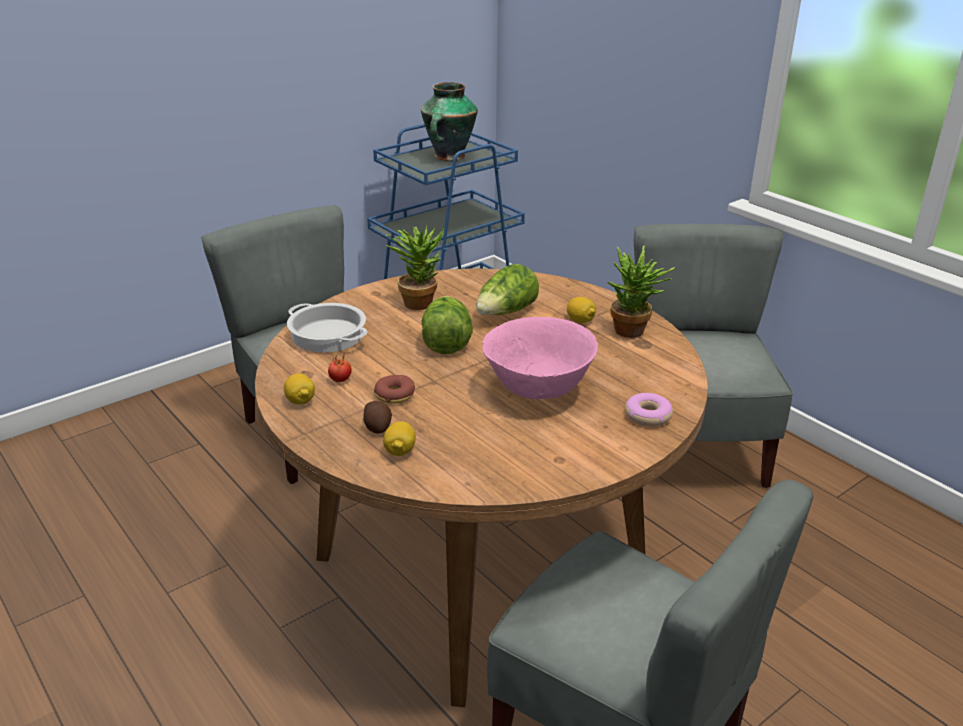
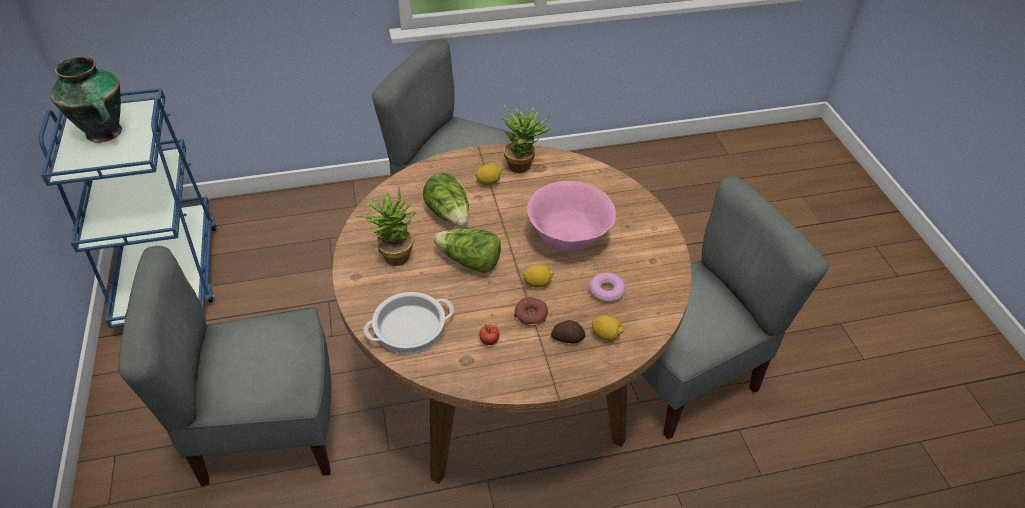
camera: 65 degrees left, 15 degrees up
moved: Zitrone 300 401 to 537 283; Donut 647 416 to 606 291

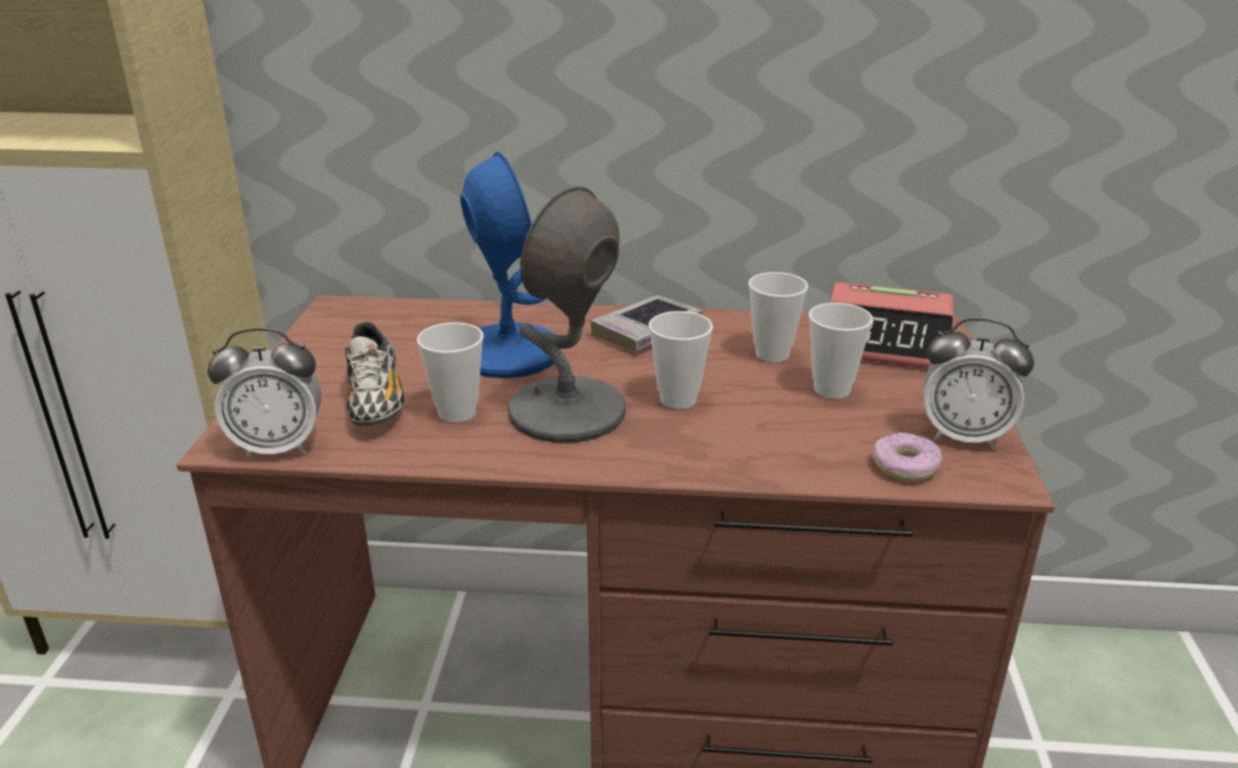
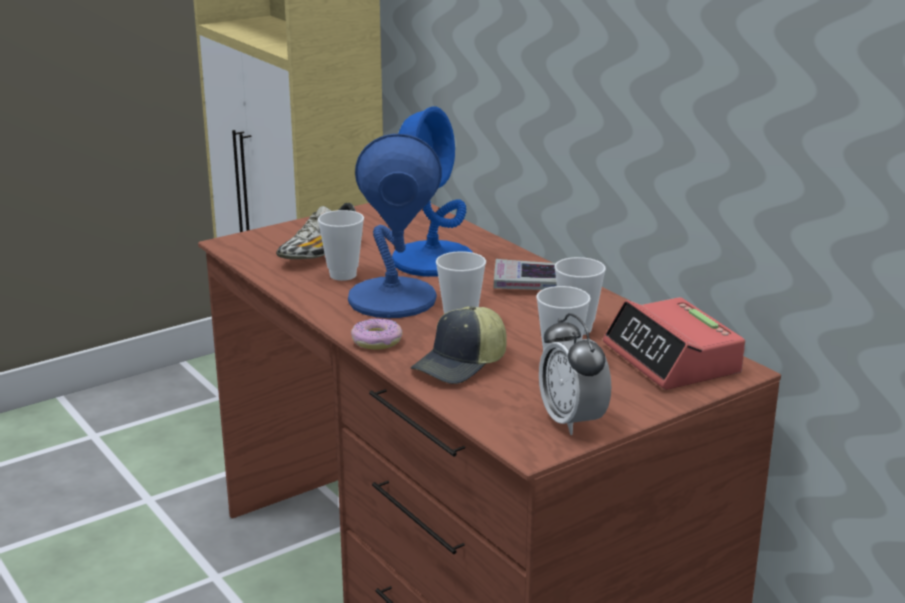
camera: 50 degrees right, 5 degrees down
removed: Wecker 278 447
added: Kappe 461 365
moved: Donut 905 466 to 376 341
recoloured: Tischlampe (grau) 566 412 to Tischlampe (blau) 391 299

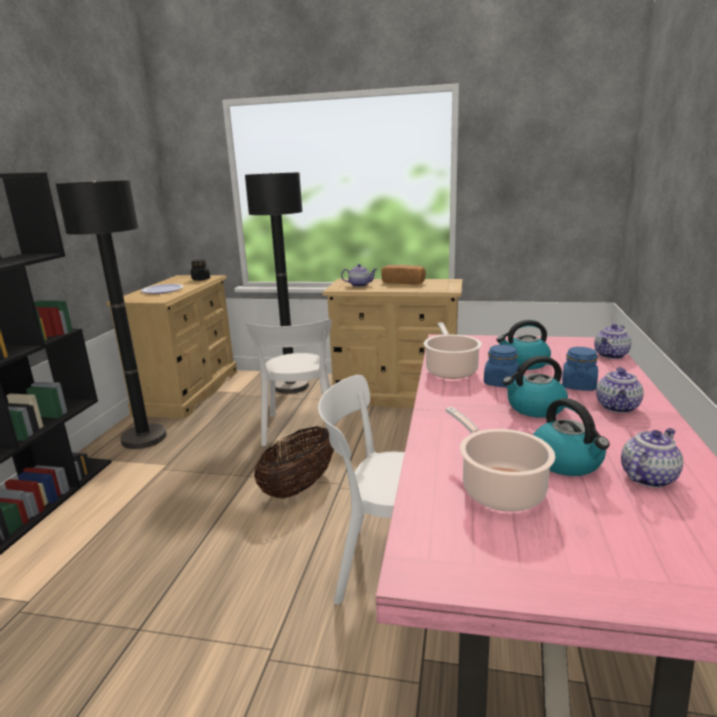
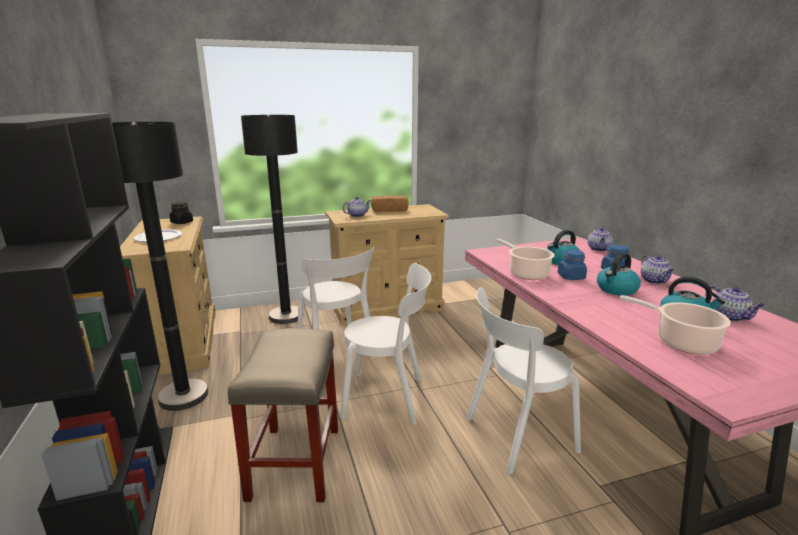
camera: 30 degrees left, 0 degrees up
added: Hocker (beige) 295 461
replaced: Korb 299 486 to Stuhl (weiß) 388 398
turned: Teekanne 648 477 = 730 317 135 degrees clockwise

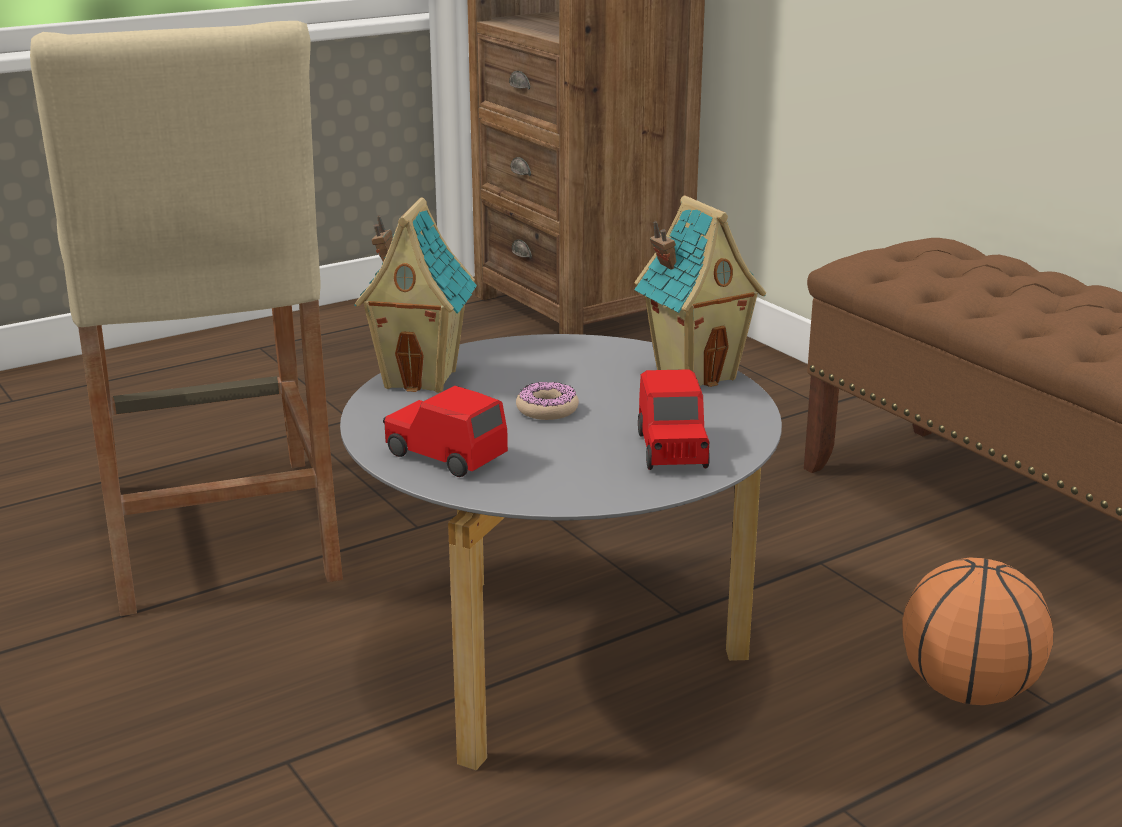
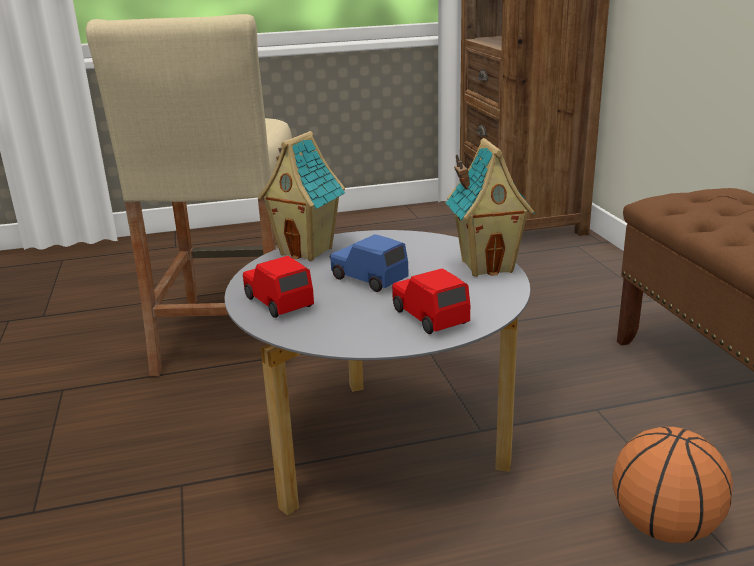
camera: 20 degrees right, 0 degrees up
replaced: Donut 547 409 to Spielzeugauto (blau) 368 279
turned: Spielzeugauto (rot) 672 450 = 429 317 135 degrees clockwise

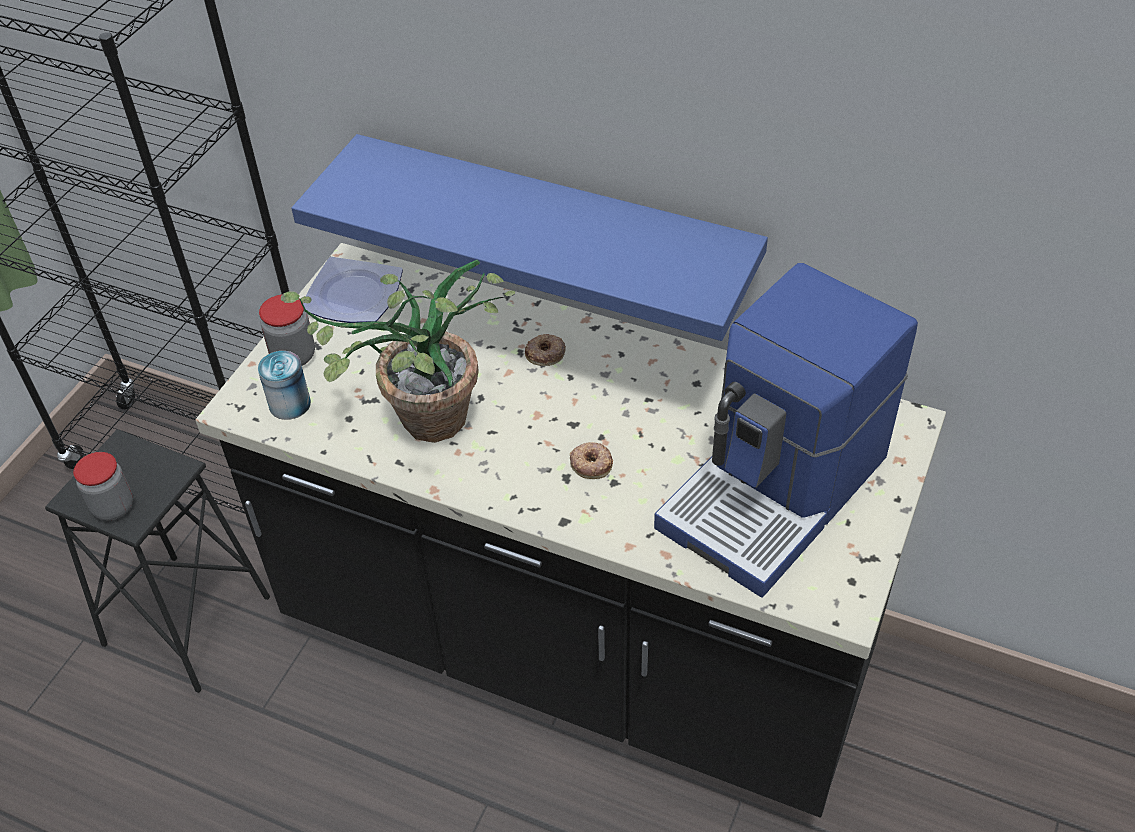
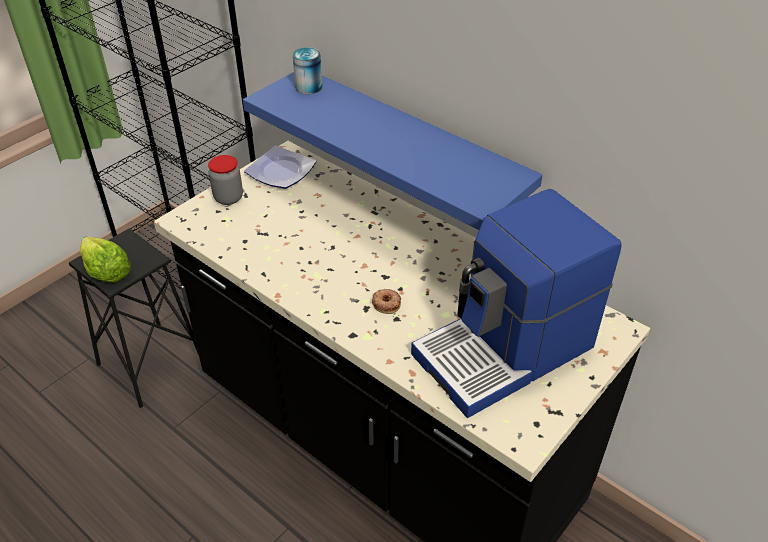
camera: 15 degrees right, 5 degrees down
removed: Topfpflanze 418 427; Donut 545 353
moved: Dose 290 404 to 308 87
replaced: Vorratsglas 113 507 to Salatkopf 106 271

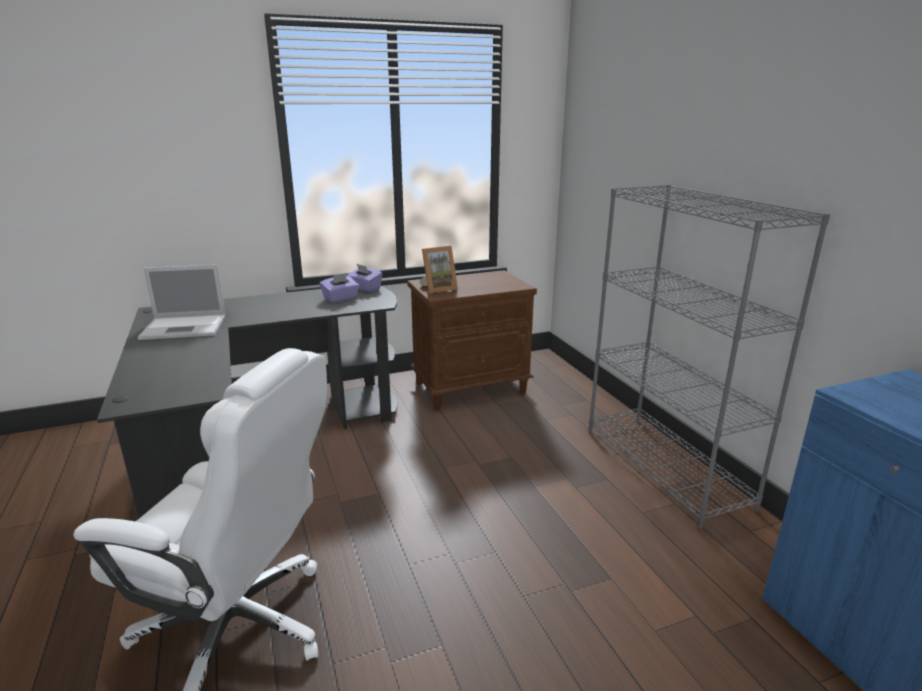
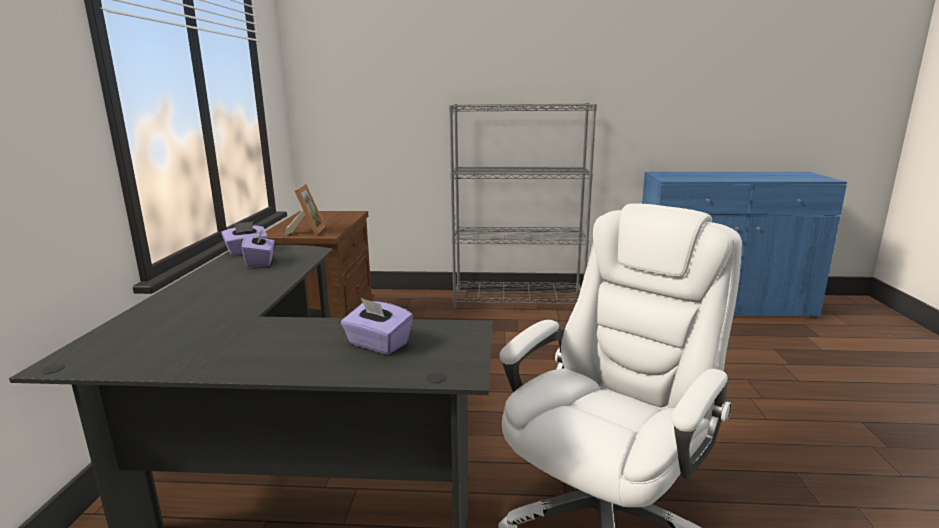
camera: 65 degrees left, 5 degrees down
removed: Laptop 186 327
added: Taschentuchbox (lila) 378 344

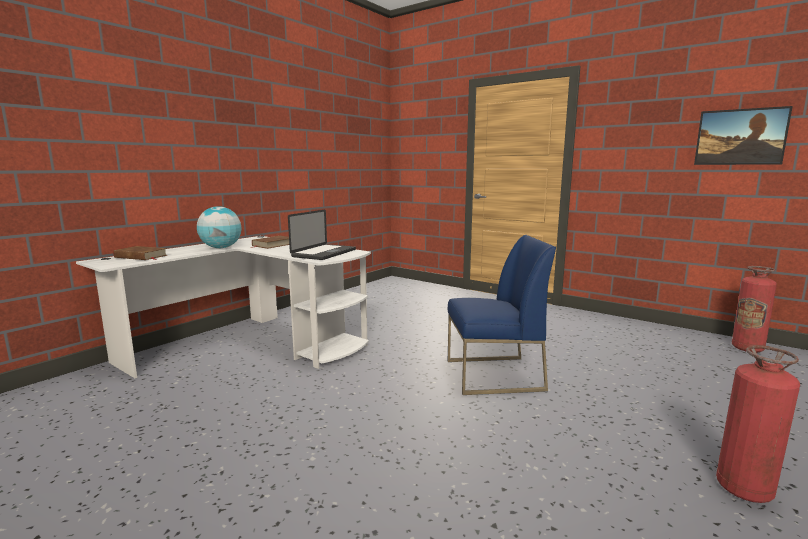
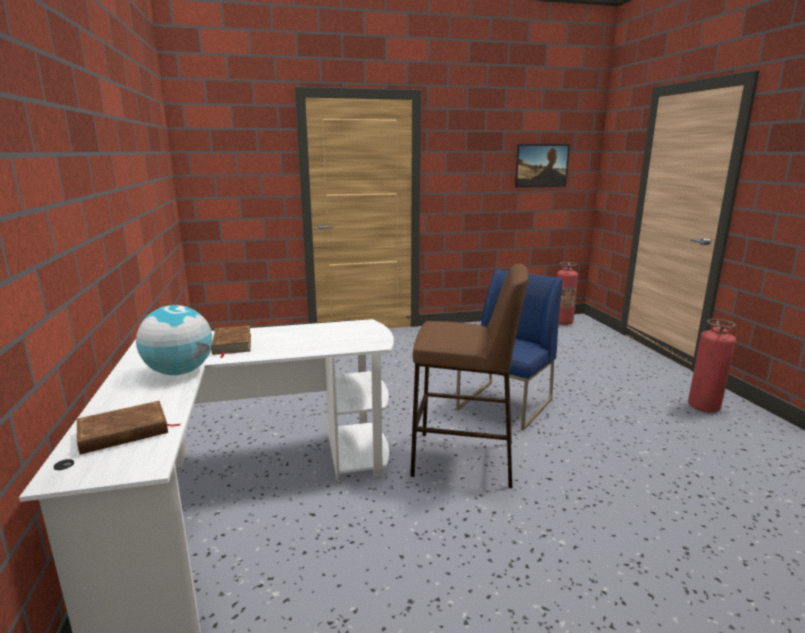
camera: 50 degrees left, 5 degrees up
removed: Laptop 324 253
added: Hocker (braun) 464 458

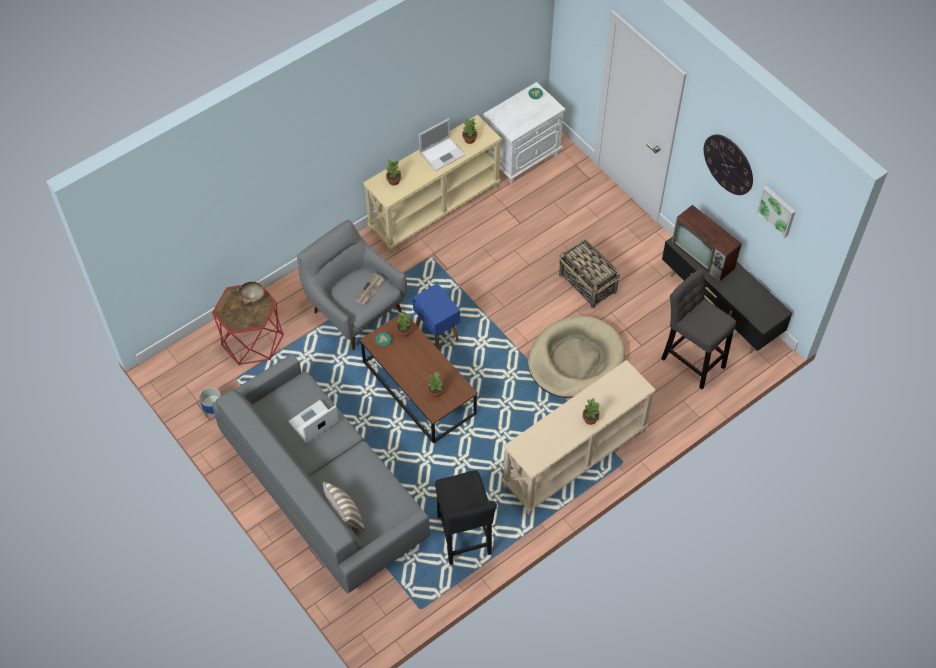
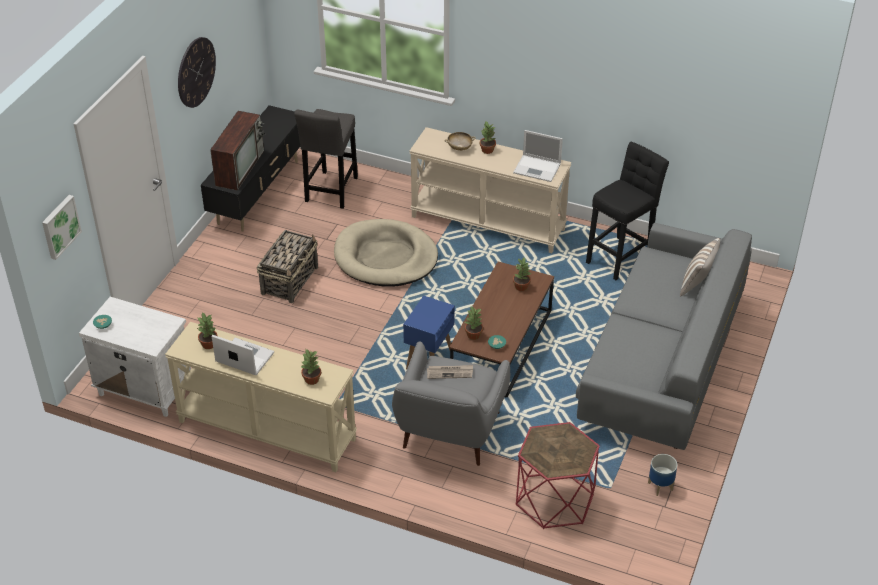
camera: 120 degrees left, 15 degrees down
moved: Bild 777 210 to 59 226; Schüssel (beige) 252 296 to 459 147; Laptop 313 422 to 538 168

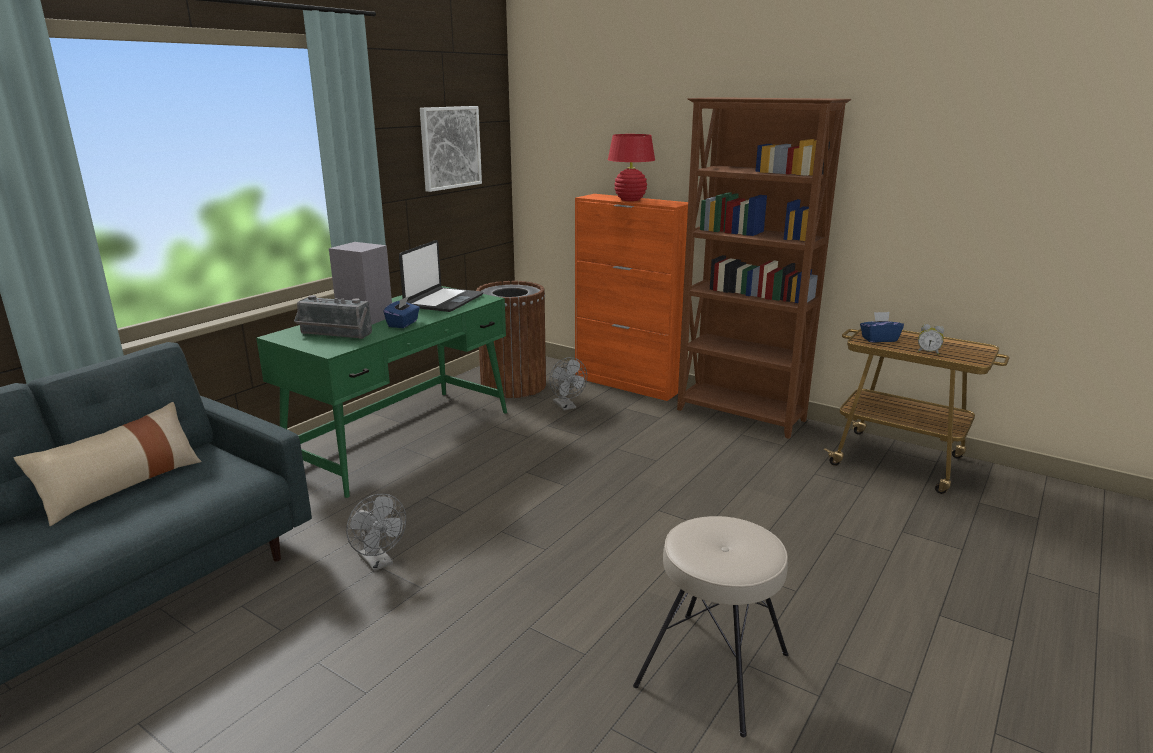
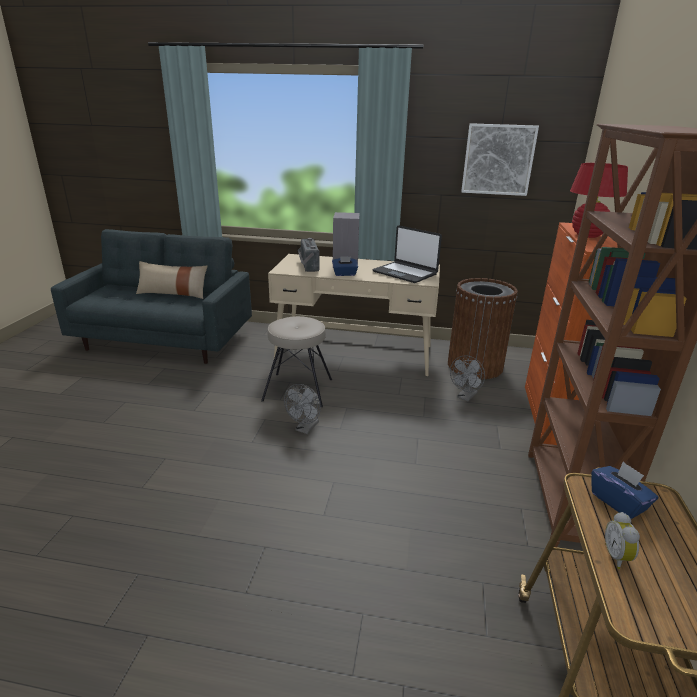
camera: 65 degrees right, 5 degrees up
moved: Hocker (beige) 714 670 to 298 390; Ventilator (grau) 379 563 to 305 429
recoloured: Schreibtisch (grün) 403 438 to Schreibtisch (beige) 354 353
turned: Laptop 443 301 = 405 273 45 degrees clockwise

